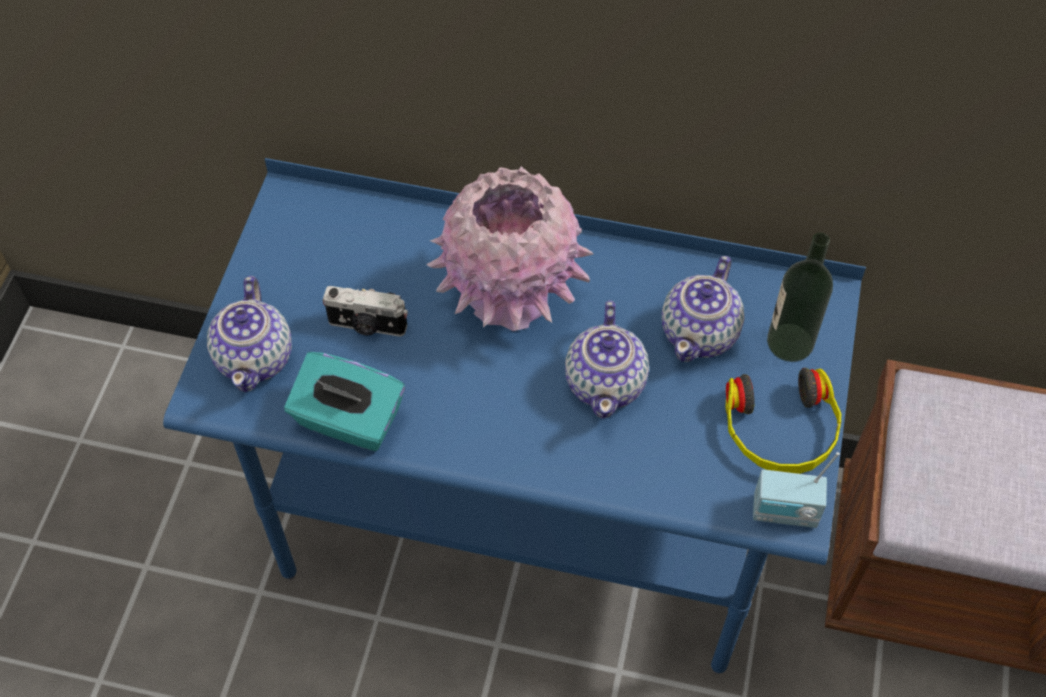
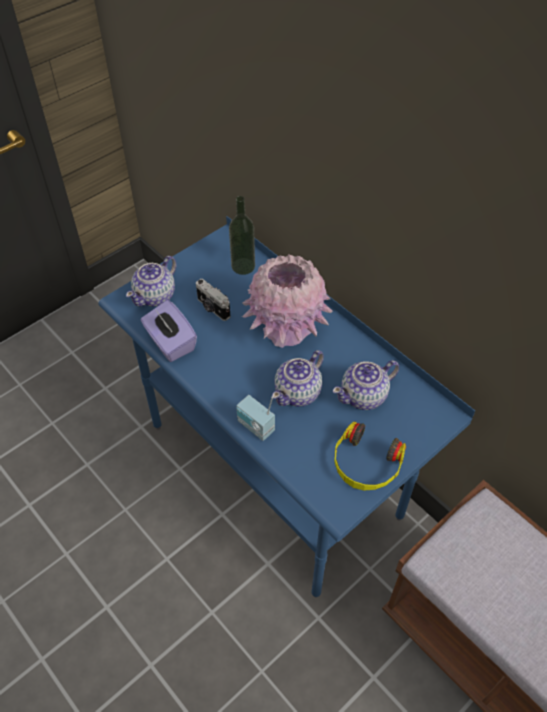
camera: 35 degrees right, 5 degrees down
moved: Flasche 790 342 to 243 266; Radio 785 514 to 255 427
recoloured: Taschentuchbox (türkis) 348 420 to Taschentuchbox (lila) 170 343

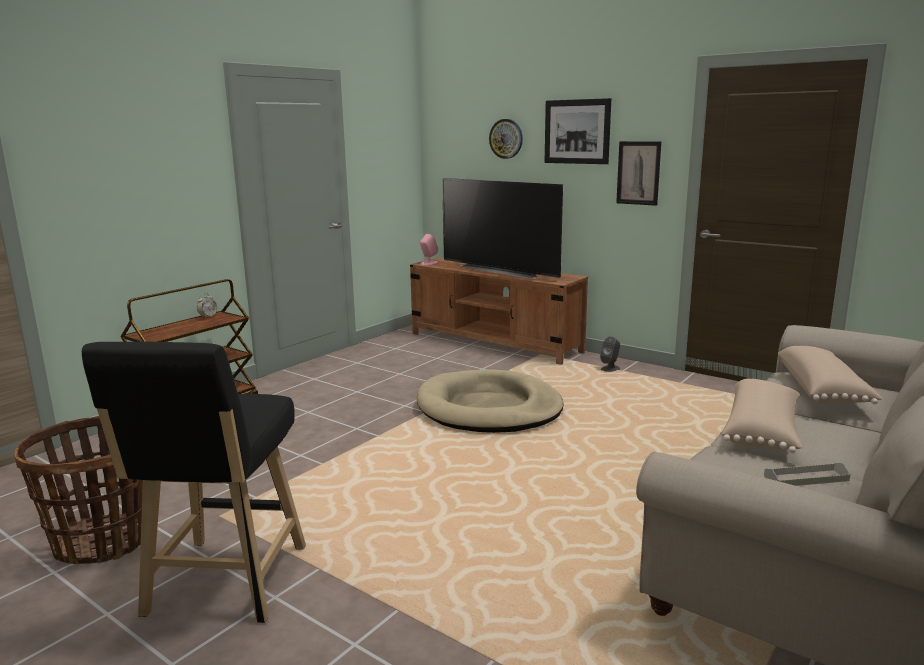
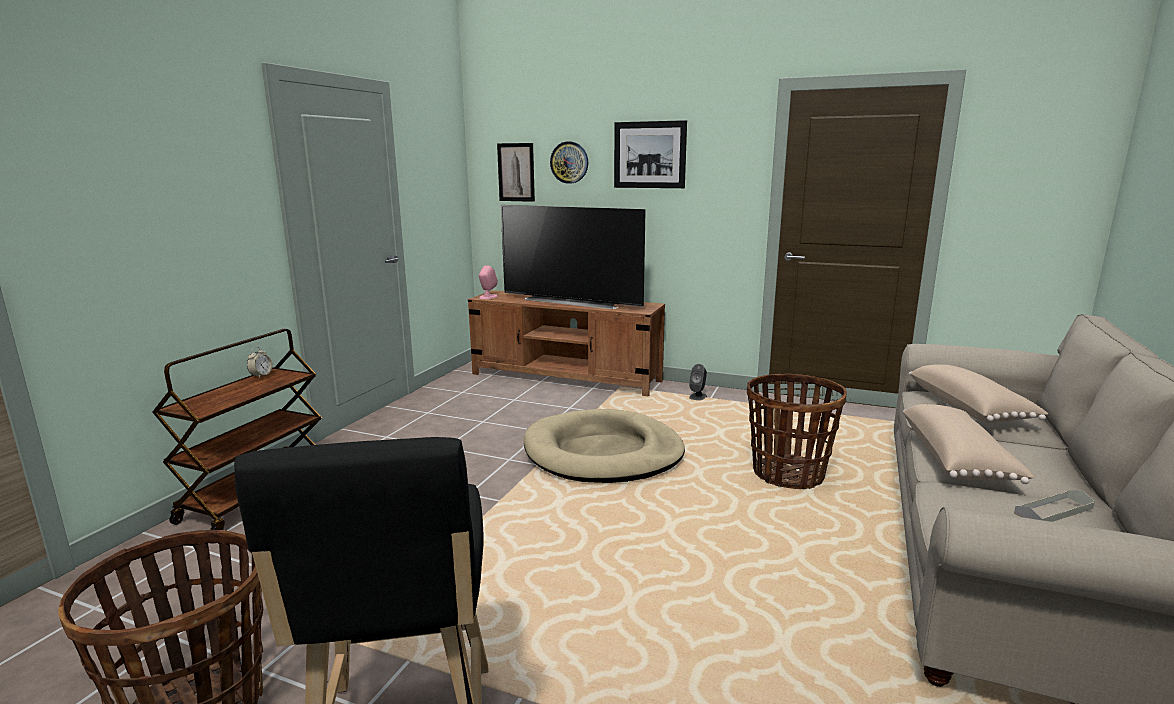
camera: 15 degrees left, 0 degrees up
added: Korb 787 473
moved: Bild 638 173 to 516 172

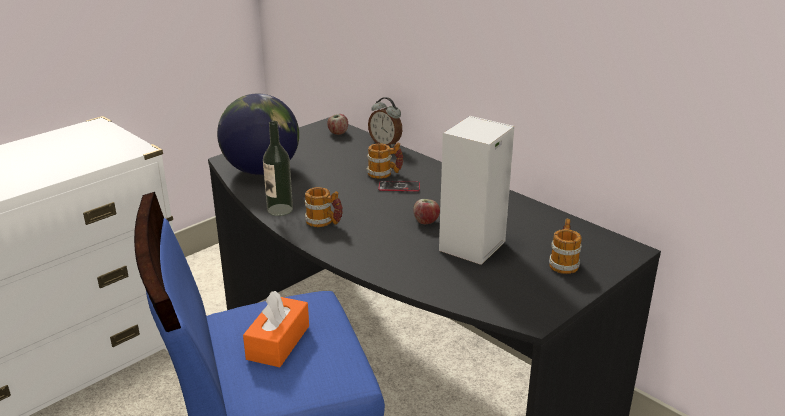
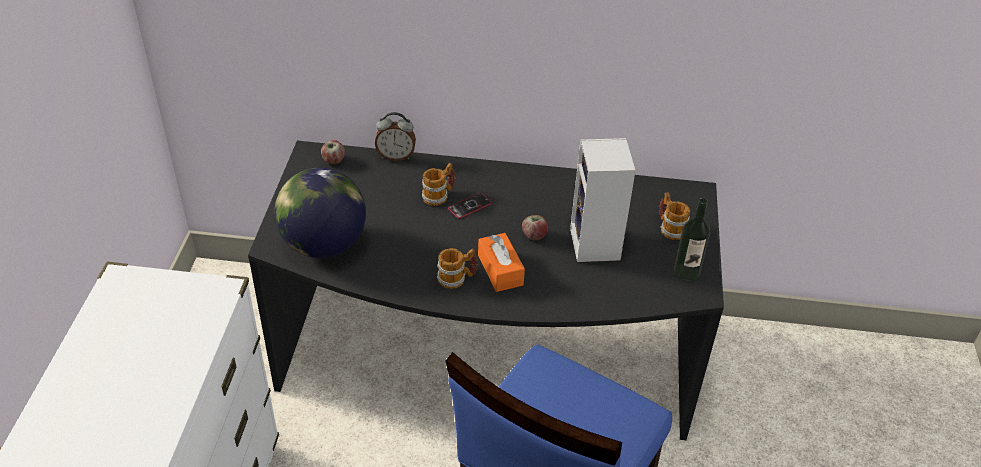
camera: 40 degrees left, 15 degrees up
moved: Taschentuchbox (orange) 278 342 to 500 270; Flasche 280 210 to 686 272

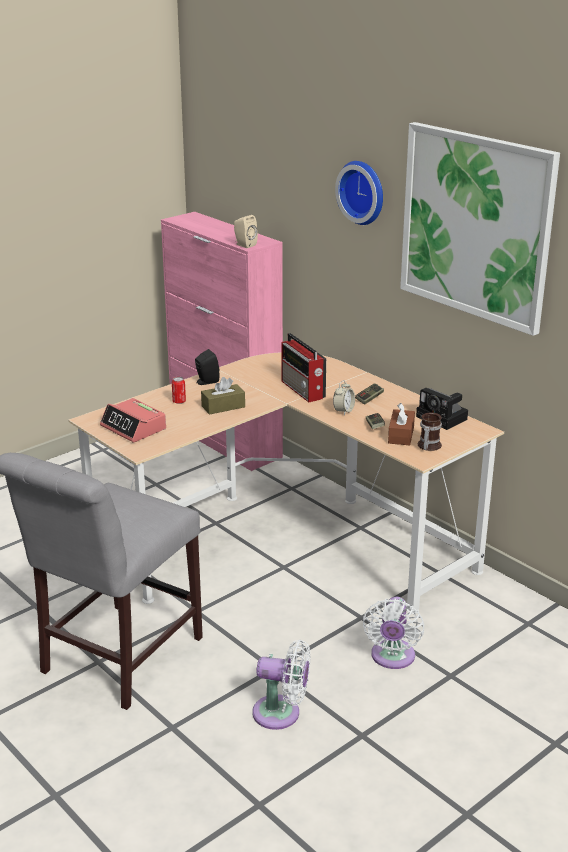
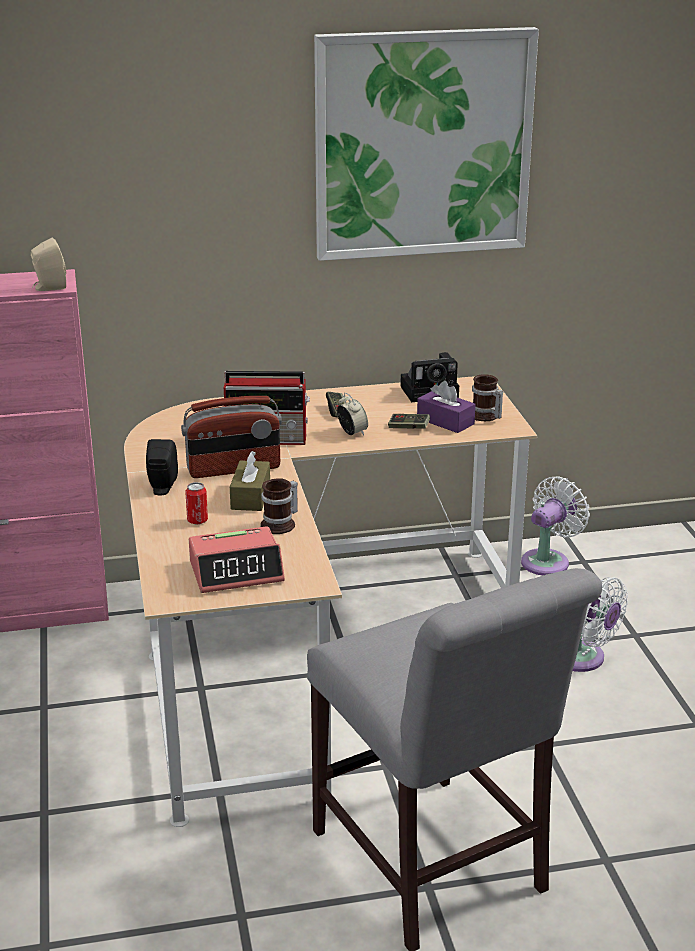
camera: 60 degrees left, 0 degrees up
removed: Wanduhr 363 192
added: Radio 234 469; Henkelbecher 281 524
moved: Ventilator (weiß) 281 714 to 548 561
recoloured: Taschentuchbox (braun) 401 435 to Taschentuchbox (lila) 445 421

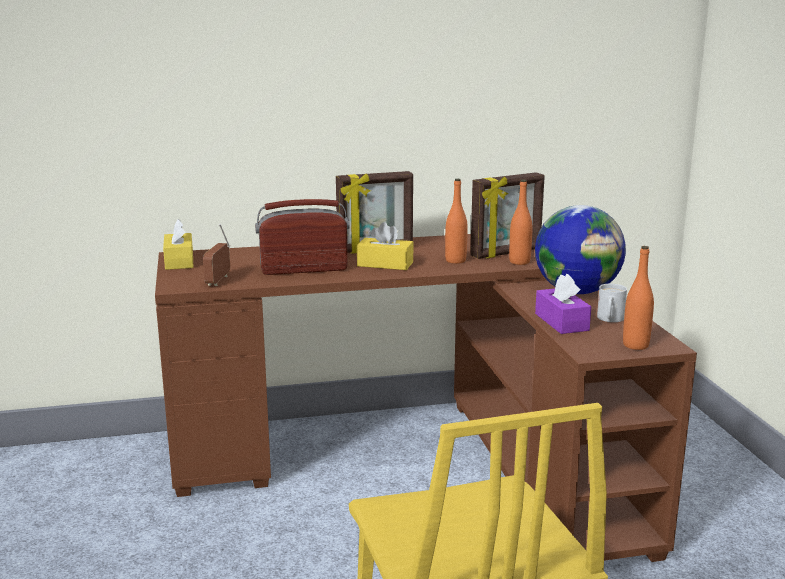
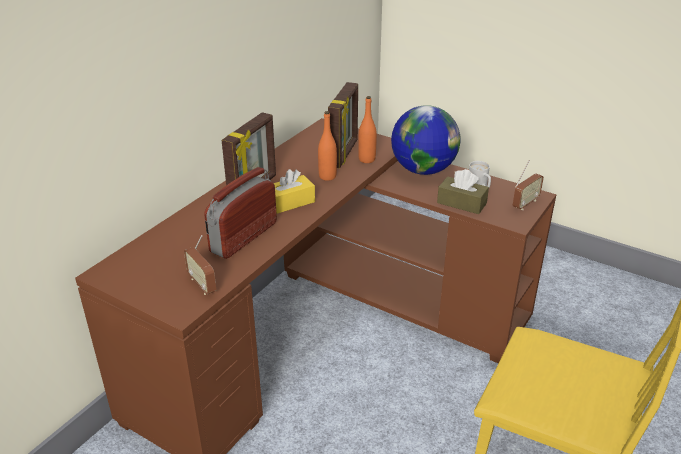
camera: 45 degrees left, 15 degrees up
removed: Taschentuchbox (gelb) 179 261
replaced: Flasche (orange) 635 345 to Radio 525 204
recoloured: Taschentuchbox (lila) 561 322 to Taschentuchbox (braun) 461 203

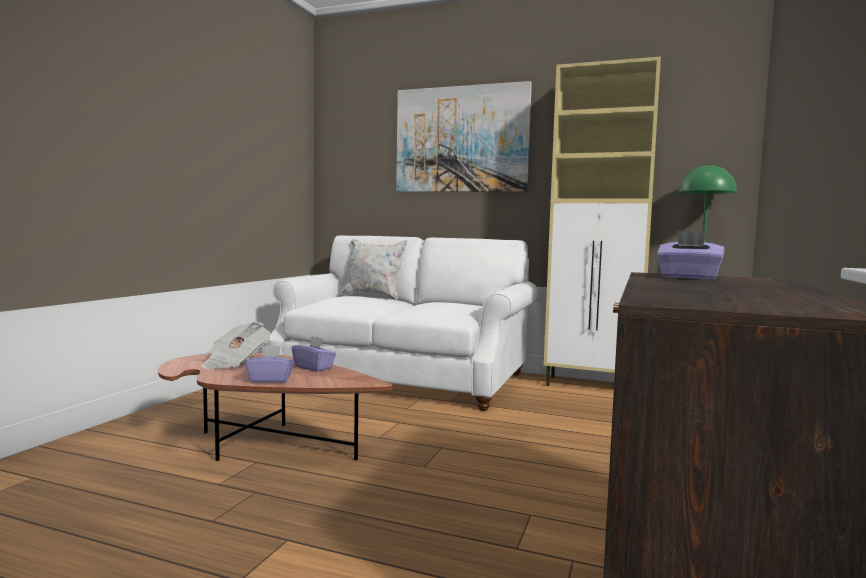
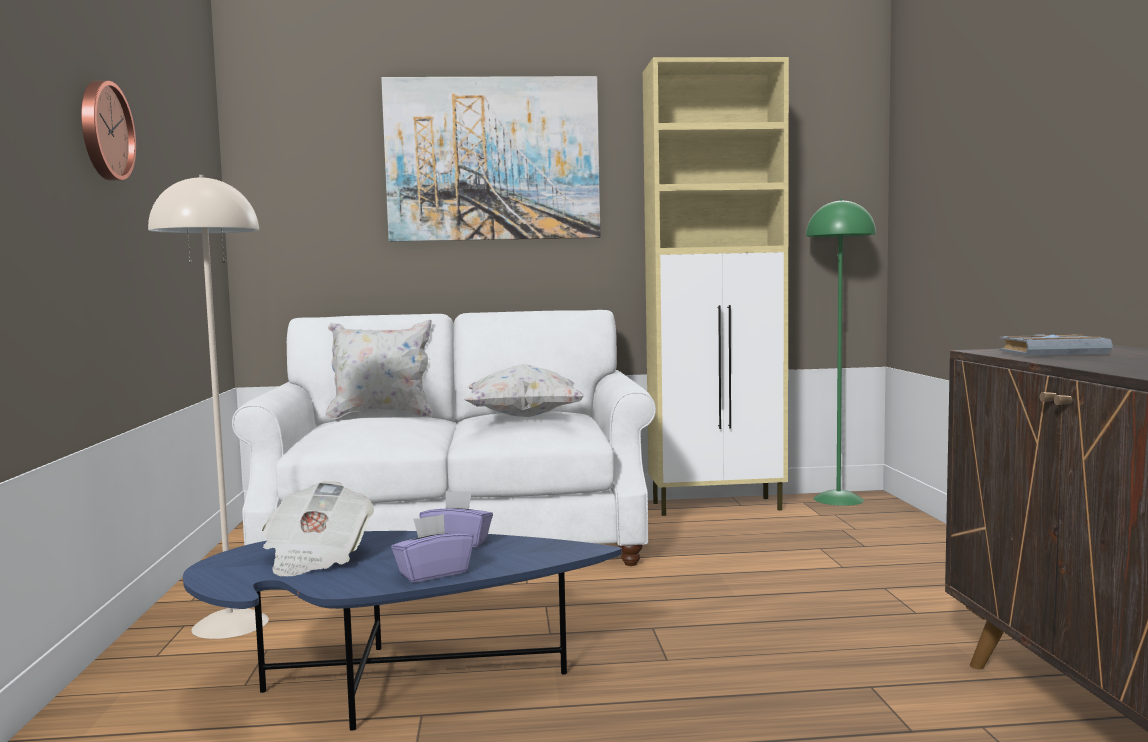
camera: 25 degrees left, 0 degrees up
added: Wanduhr 103 131; Stehlampe (beige) 231 624; Kissen (weiß) 523 417
replaced: Taschentuchbox (lila) 688 277 to Buch (grau) 1053 353
recoloured: Couchtisch (braun) 264 442 to Couchtisch (blau) 389 682

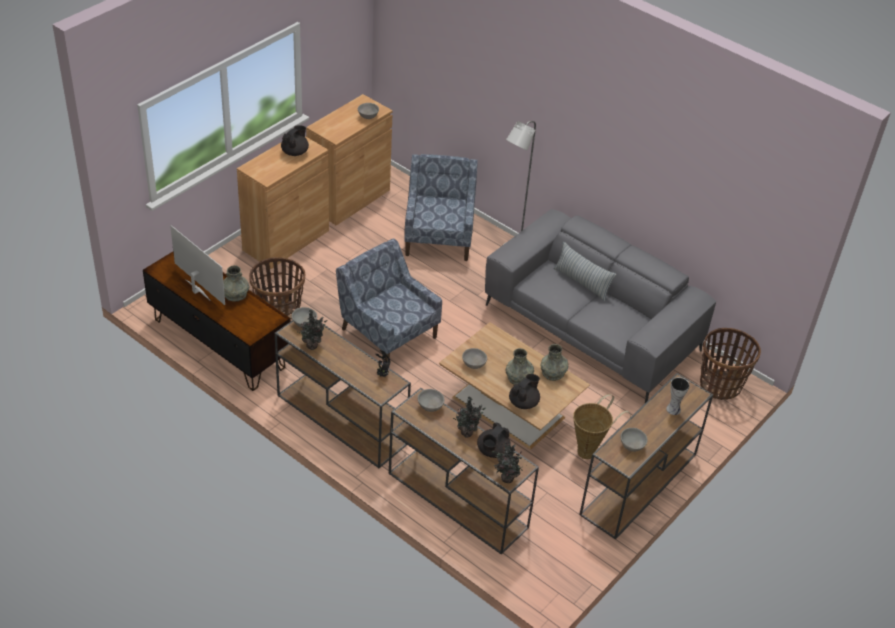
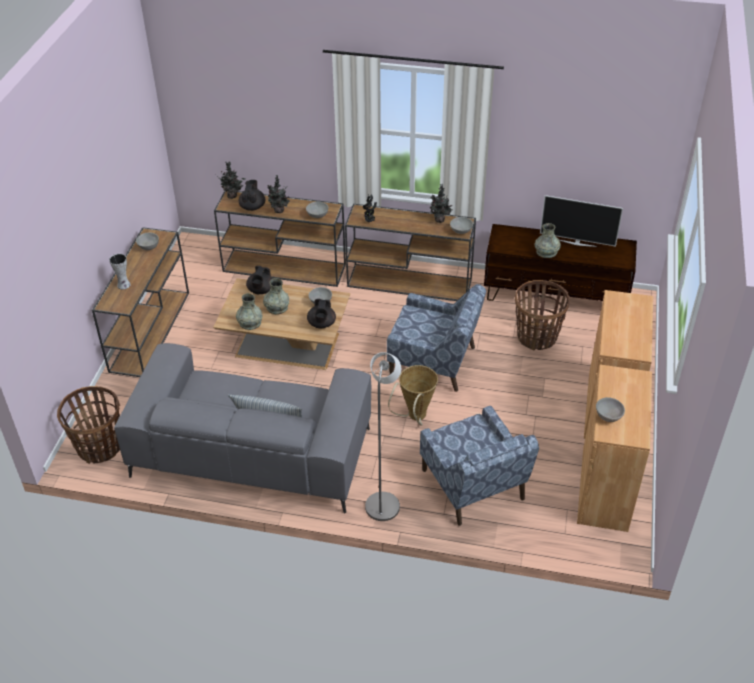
camera: 155 degrees right, 0 degrees up
moved: Teekanne (schwarz) 295 152 to 321 324; Korb 590 451 to 415 417

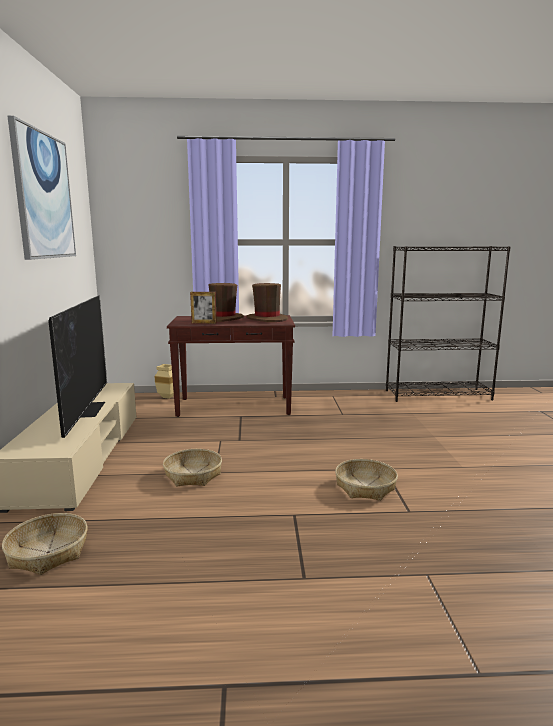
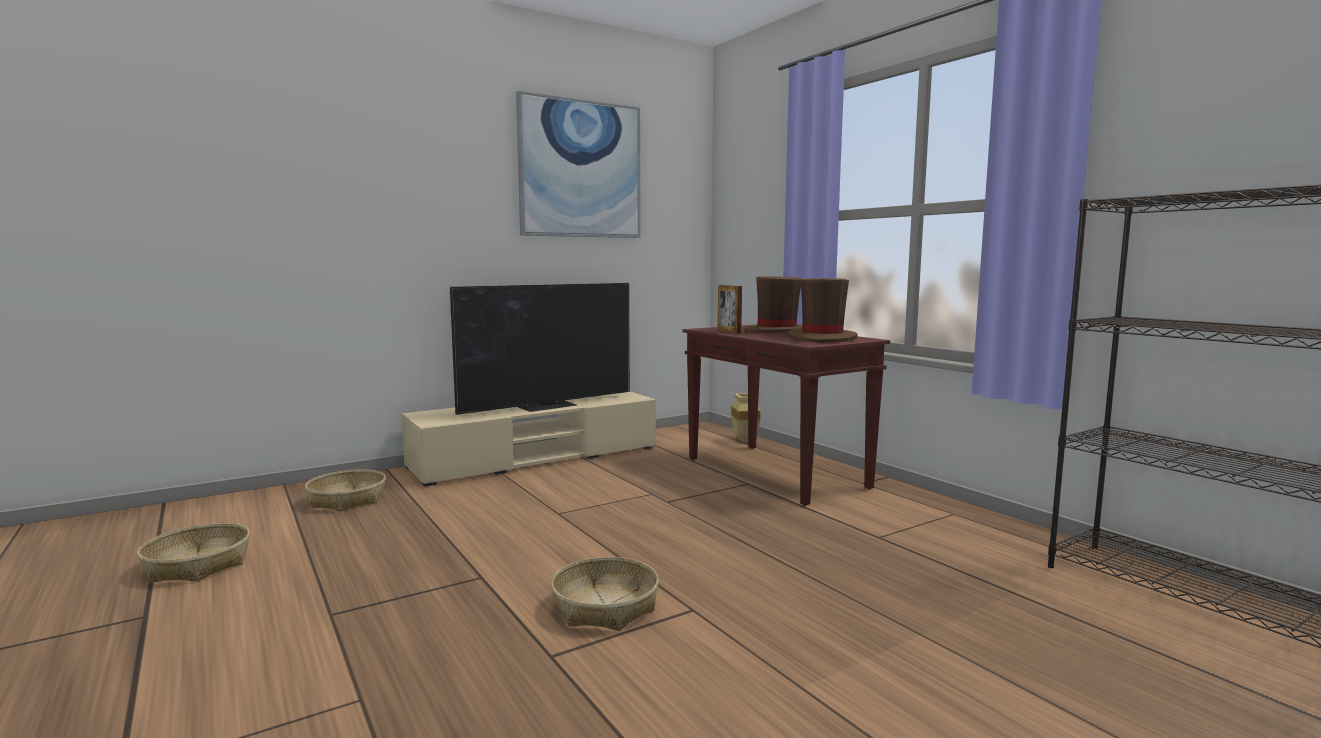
camera: 60 degrees right, 5 degrees down
moved: Korb 193 475 to 197 565

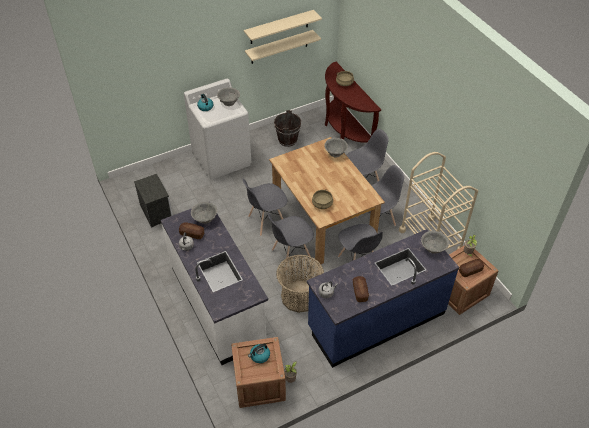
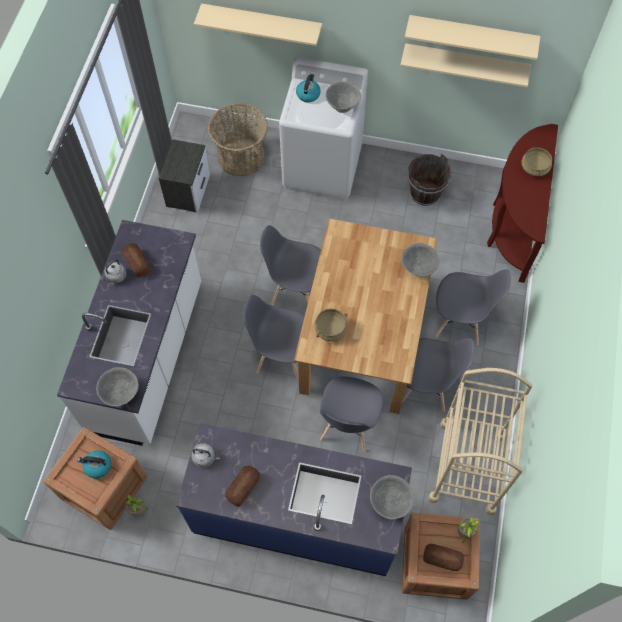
camera: 40 degrees right, 15 degrees up
added: Wandregal (beige) 262 23
moved: Schüssel (grau) 205 219 to 121 393; Korb 299 296 to 241 157

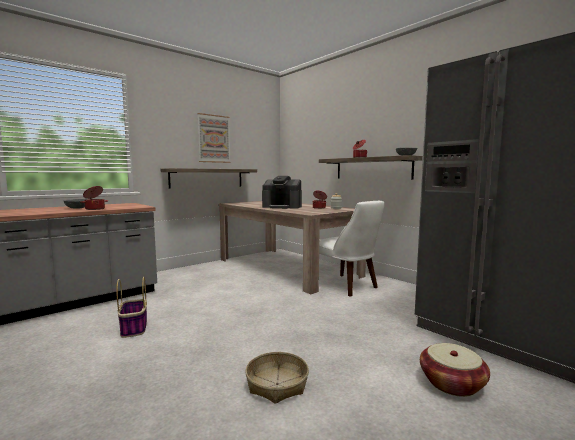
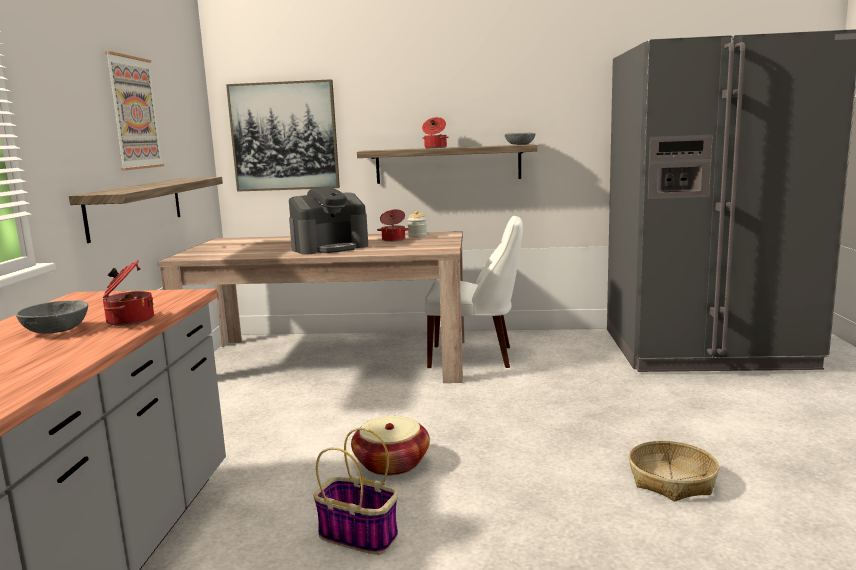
camera: 45 degrees left, 5 degrees up
added: Bild 284 136
moved: Korb 452 383 to 391 463

